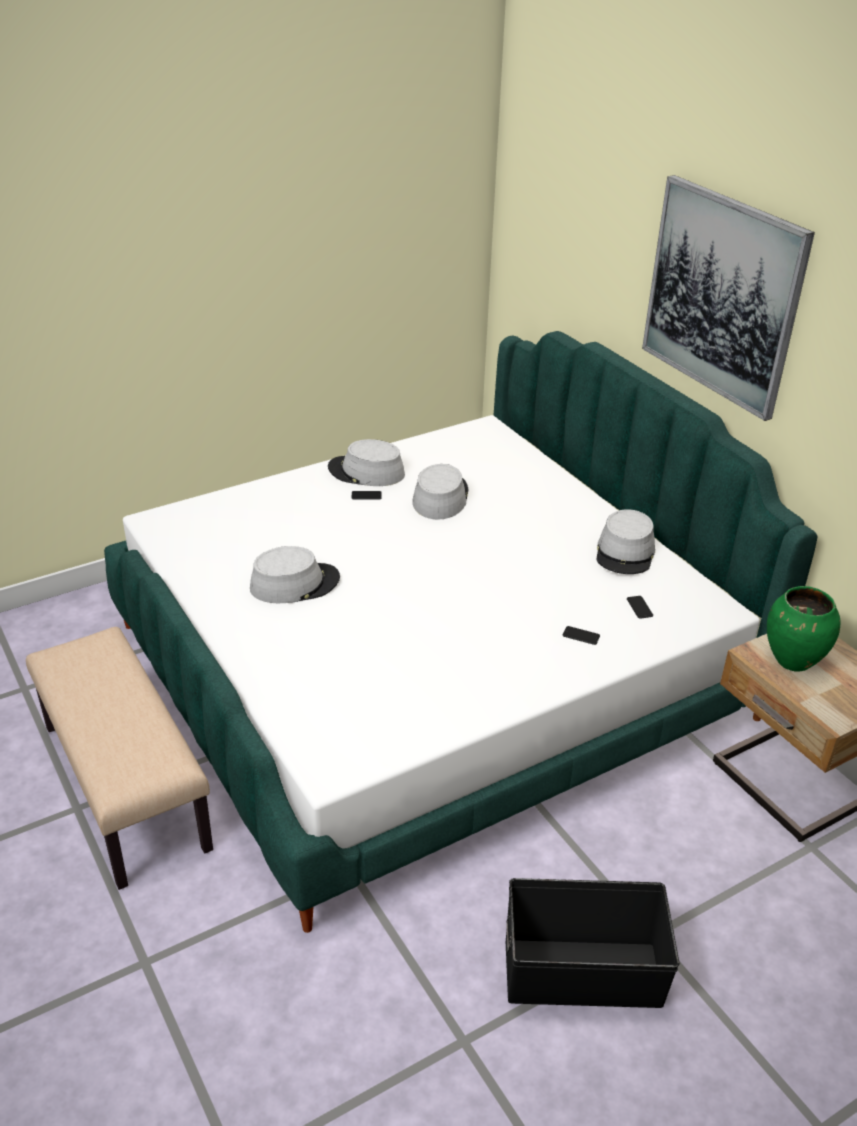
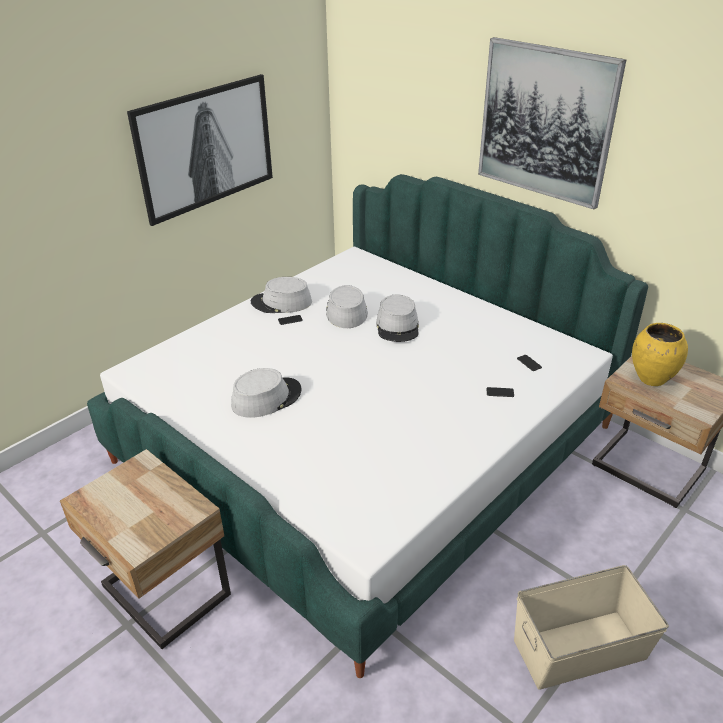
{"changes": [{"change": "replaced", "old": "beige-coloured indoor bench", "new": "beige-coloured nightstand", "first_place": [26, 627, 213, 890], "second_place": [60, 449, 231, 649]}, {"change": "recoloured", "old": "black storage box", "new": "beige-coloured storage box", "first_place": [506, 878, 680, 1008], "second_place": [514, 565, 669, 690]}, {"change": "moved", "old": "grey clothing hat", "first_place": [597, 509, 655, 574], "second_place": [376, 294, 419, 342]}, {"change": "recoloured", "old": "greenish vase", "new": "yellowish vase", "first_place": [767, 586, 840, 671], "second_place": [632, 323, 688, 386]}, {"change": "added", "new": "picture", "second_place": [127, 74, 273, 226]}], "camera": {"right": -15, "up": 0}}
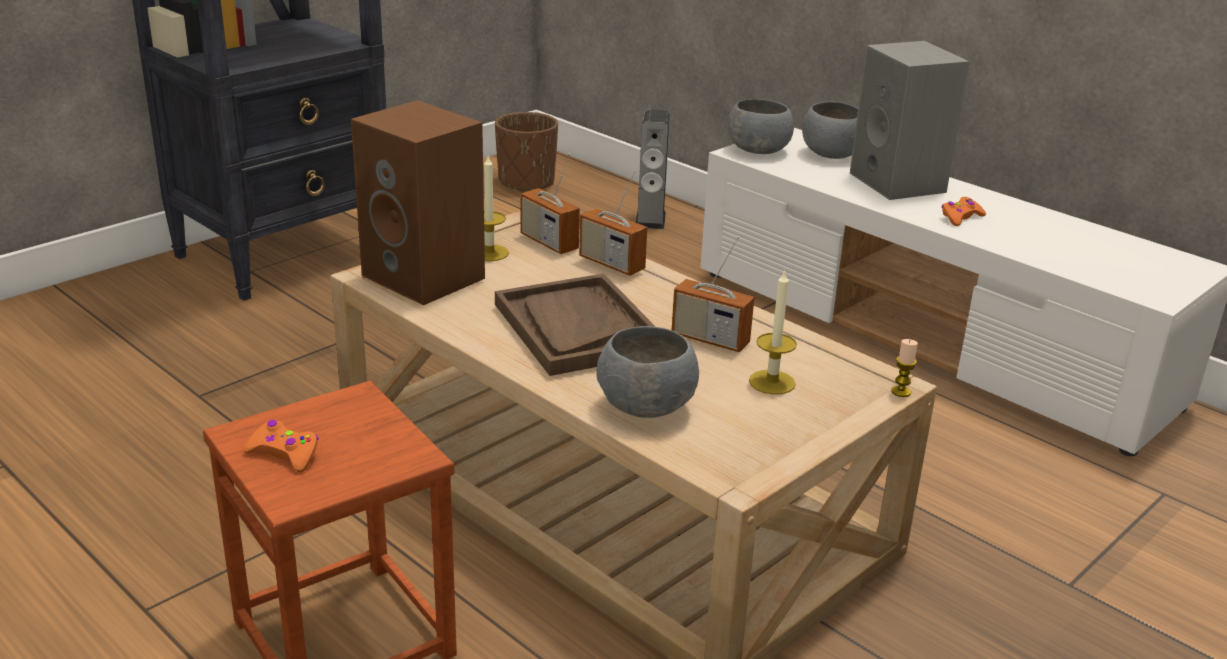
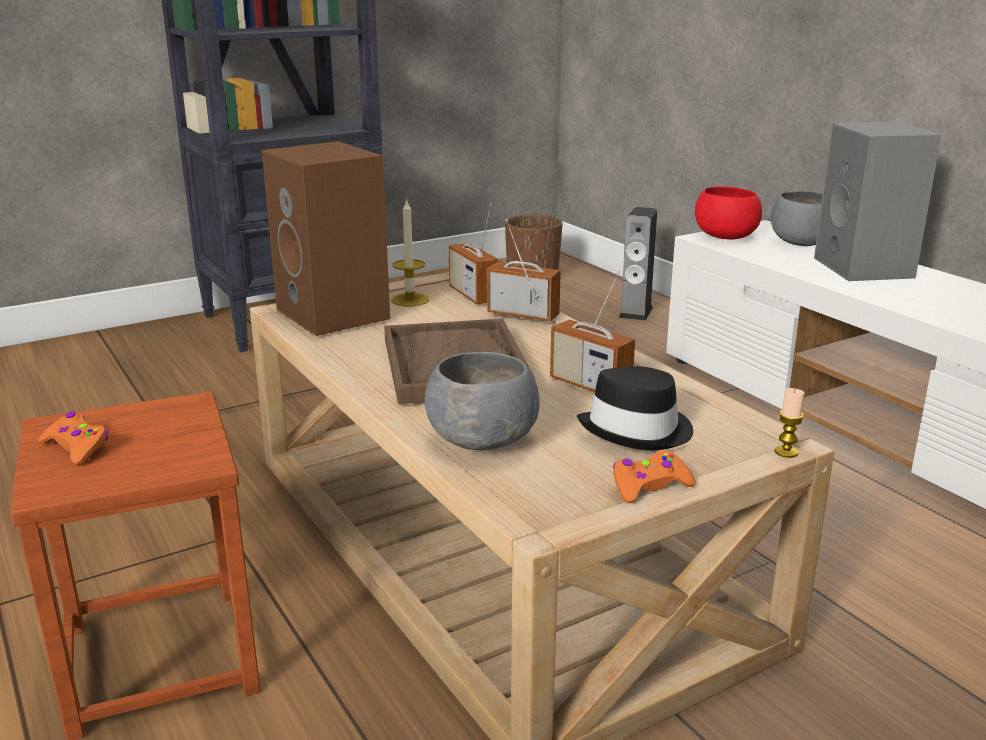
{"changes": [{"change": "turned", "old": "radio set", "first_place": [579, 171, 647, 276], "second_place": [487, 219, 561, 322], "degrees": 150}, {"change": "recoloured", "old": "grey serving bowl", "new": "red serving bowl", "first_place": [728, 99, 794, 154], "second_place": [695, 187, 762, 240]}, {"change": "replaced", "old": "candle", "new": "black clothing hat", "first_place": [749, 270, 797, 395], "second_place": [577, 366, 693, 450]}, {"change": "moved", "old": "orange gamepad", "first_place": [942, 197, 986, 226], "second_place": [612, 450, 696, 503]}], "camera": {"right": 15, "up": -5}}
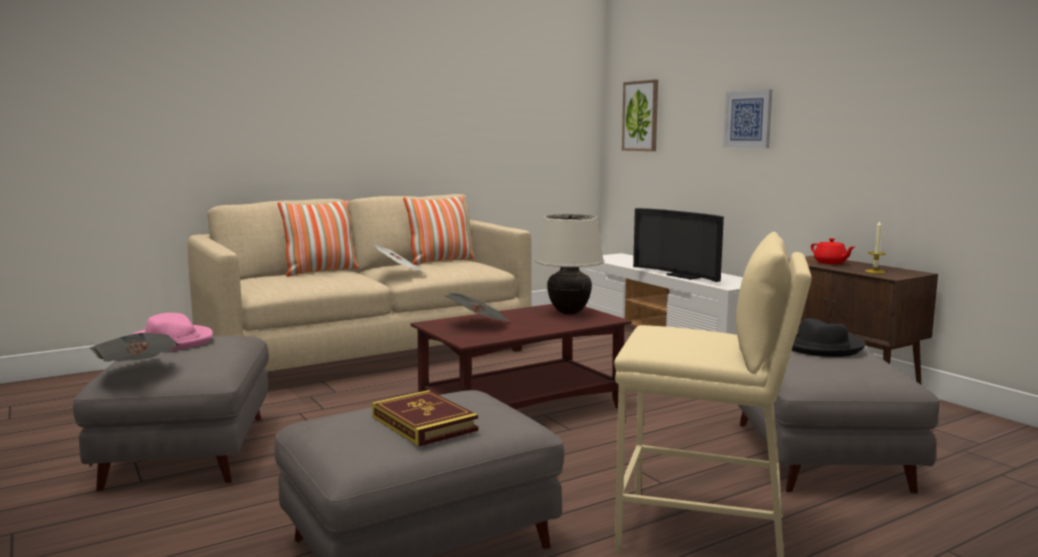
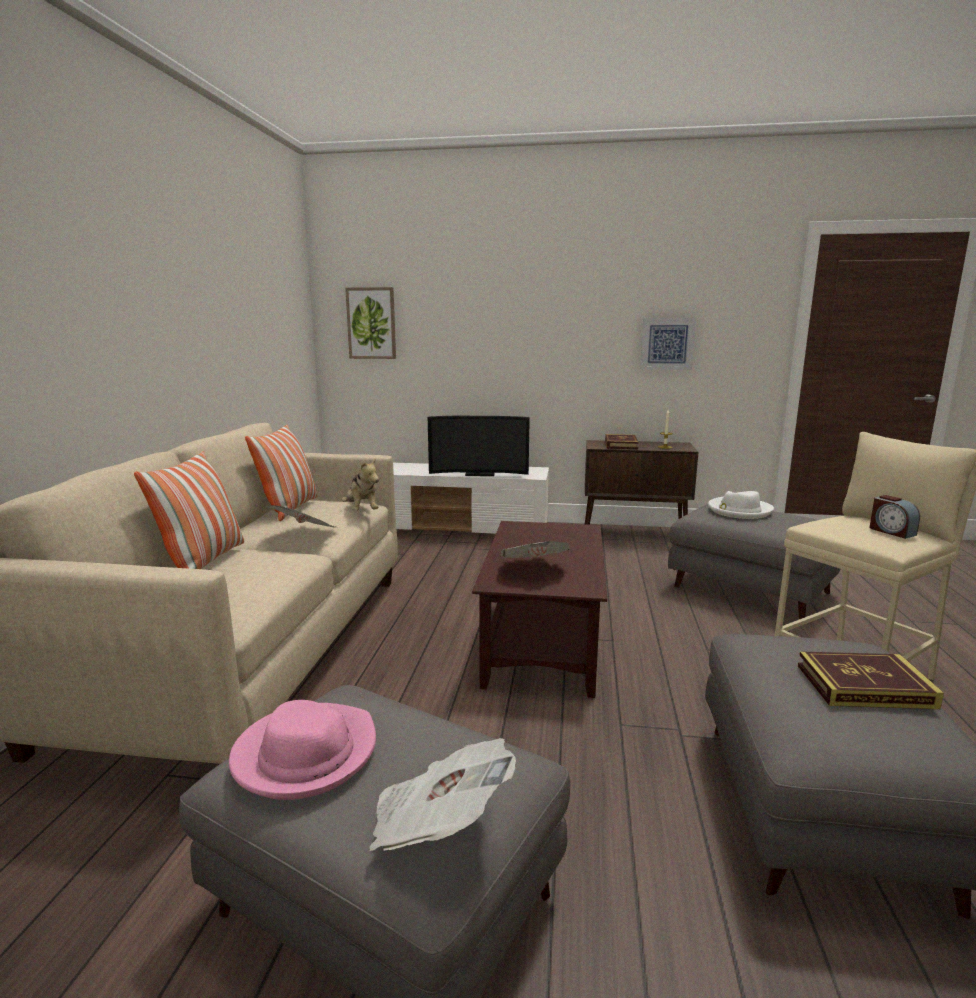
{"changes": [{"change": "removed", "old": "beige-coloured tabletop lamp", "first_place": [536, 214, 604, 315]}, {"change": "moved", "old": "picture", "first_place": [723, 89, 772, 148], "second_place": [640, 318, 696, 370]}, {"change": "recoloured", "old": "black clothing hat", "new": "white-coloured clothing hat", "first_place": [792, 318, 866, 357], "second_place": [708, 491, 774, 519]}, {"change": "replaced", "old": "red tea pot", "new": "bound book", "first_place": [811, 238, 855, 264], "second_place": [605, 434, 638, 449]}, {"change": "added", "new": "soft toy", "second_place": [341, 458, 379, 510]}, {"change": "added", "new": "table clock", "second_place": [869, 495, 920, 539]}], "camera": {"right": -50, "up": 5}}
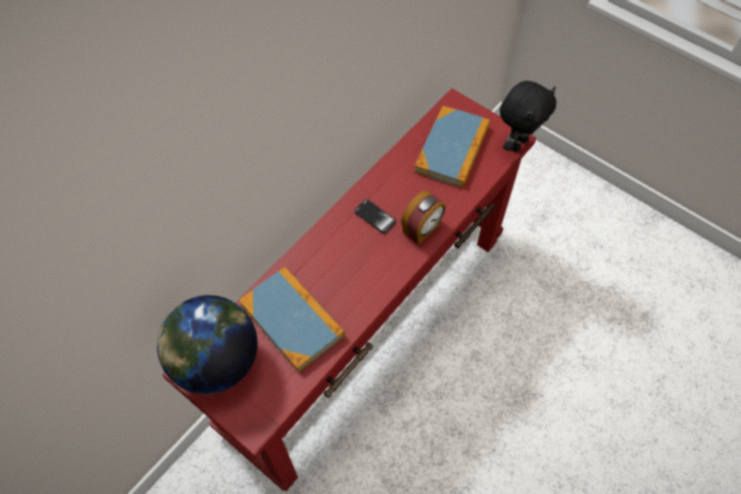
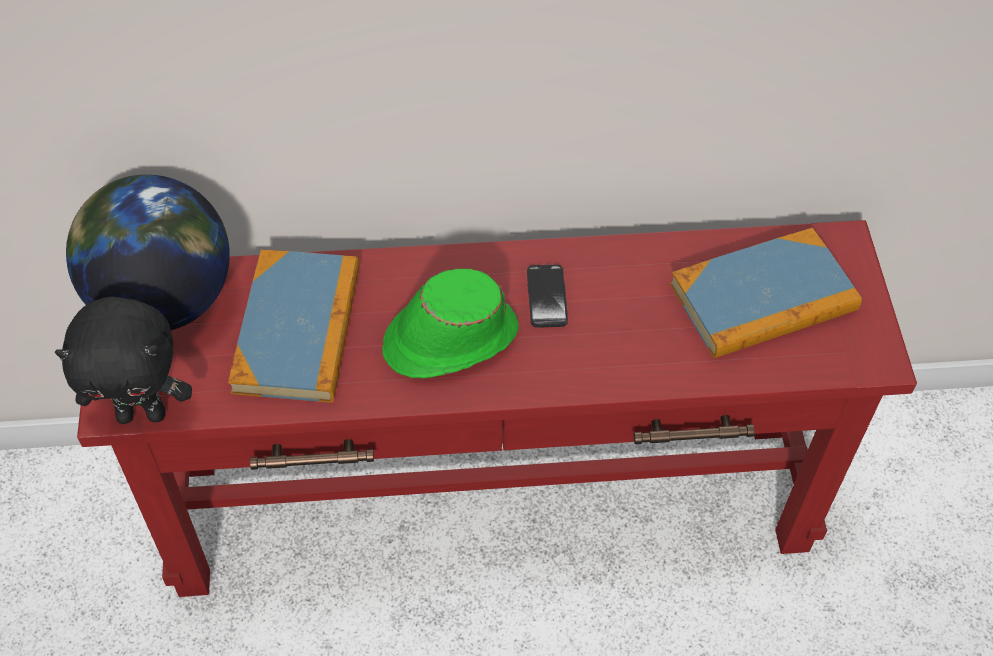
{"changes": [{"change": "removed", "old": "table clock", "first_place": [401, 190, 446, 245]}, {"change": "moved", "old": "black soft toy", "first_place": [500, 81, 557, 152], "second_place": [55, 296, 192, 424]}, {"change": "added", "new": "greenish clothing hat", "second_place": [382, 269, 519, 378]}], "camera": {"right": 45, "up": -5}}
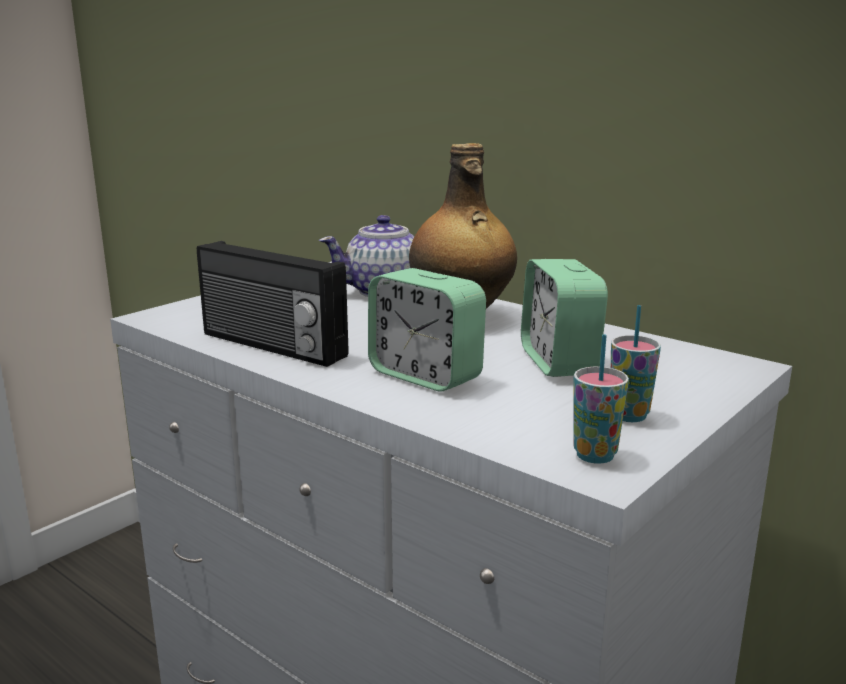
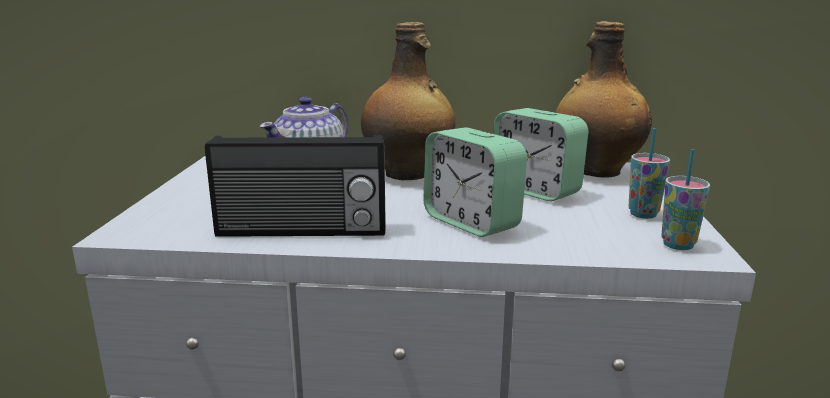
{"changes": [{"change": "turned", "old": "table clock", "first_place": [368, 268, 486, 392], "second_place": [423, 127, 527, 237], "degrees": 45}, {"change": "added", "new": "drink bottle", "second_place": [555, 21, 652, 178]}], "camera": {"right": -35, "up": 0}}
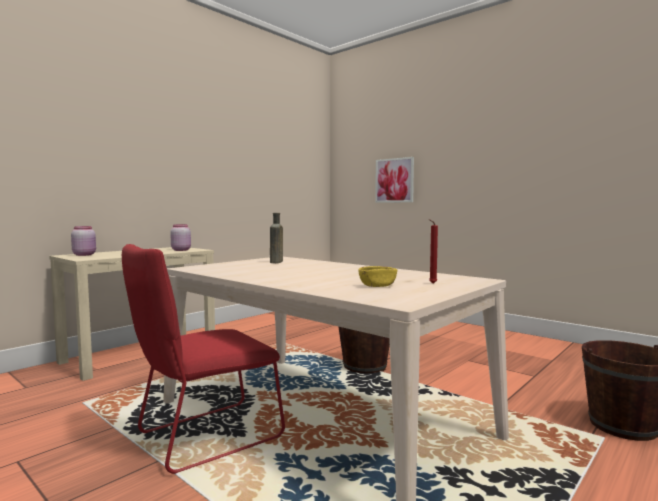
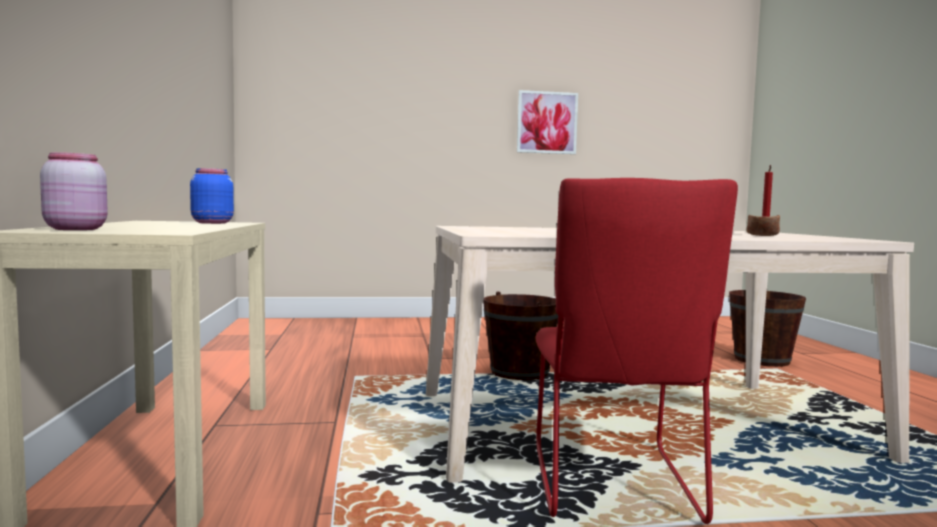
{"changes": [{"change": "recoloured", "old": "pink-coloured preserve jar", "new": "blue preserve jar", "first_place": [170, 224, 191, 251], "second_place": [190, 168, 234, 224]}, {"change": "removed", "old": "brown drink bottle", "first_place": [270, 213, 283, 263]}, {"change": "recoloured", "old": "yellowish serving bowl", "new": "brown serving bowl", "first_place": [358, 266, 397, 287], "second_place": [746, 215, 780, 236]}, {"change": "moved", "old": "picture", "first_place": [375, 157, 414, 203], "second_place": [517, 90, 578, 154]}], "camera": {"right": -50, "up": 0}}
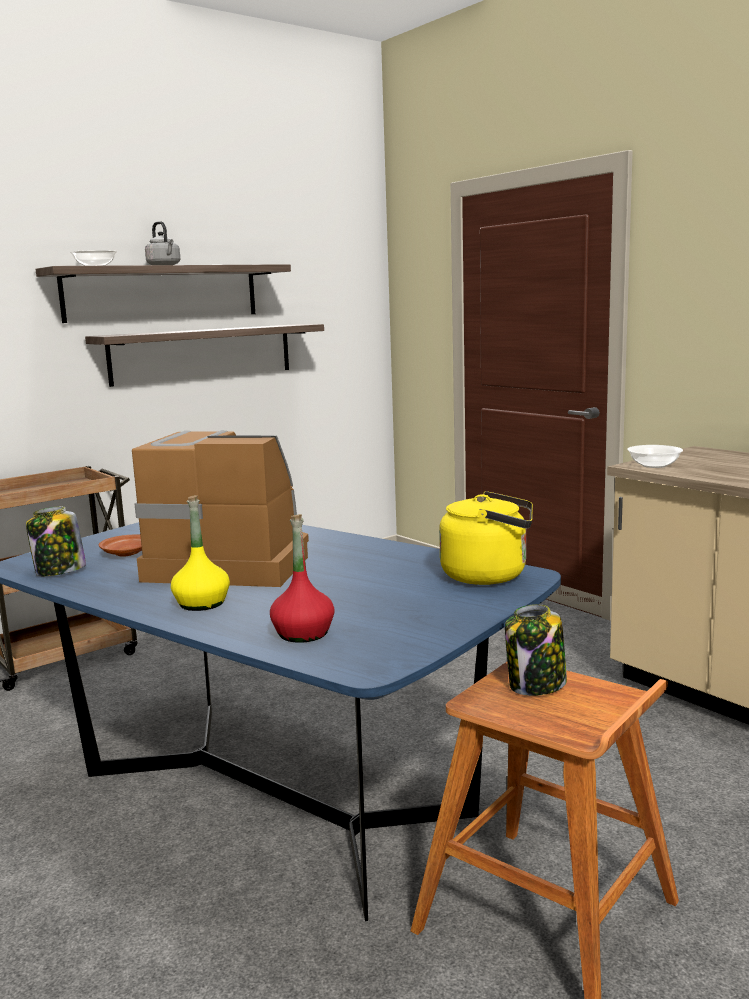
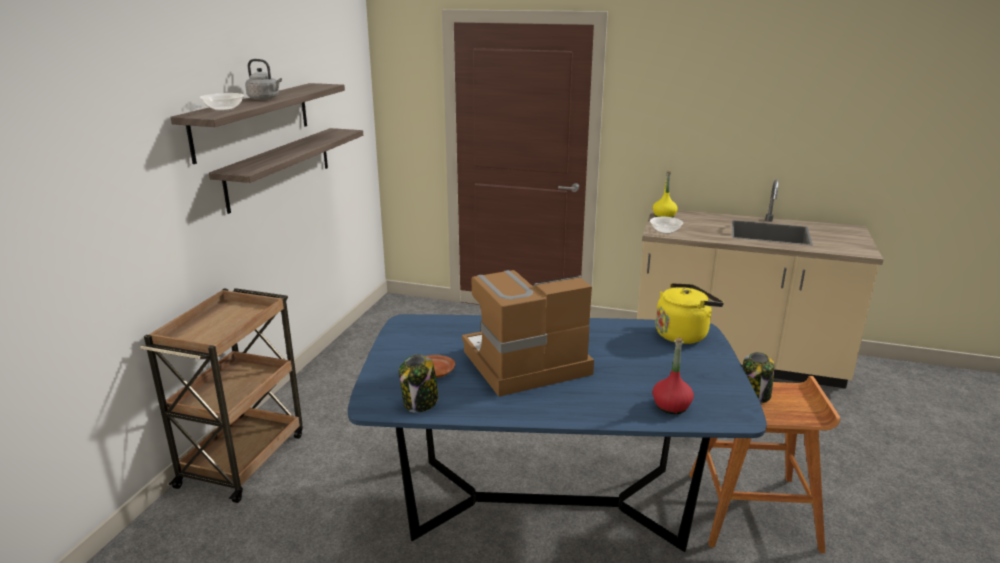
{"changes": [{"change": "moved", "old": "yellowish drink bottle", "first_place": [171, 495, 230, 611], "second_place": [653, 171, 678, 217]}], "camera": {"right": -35, "up": 10}}
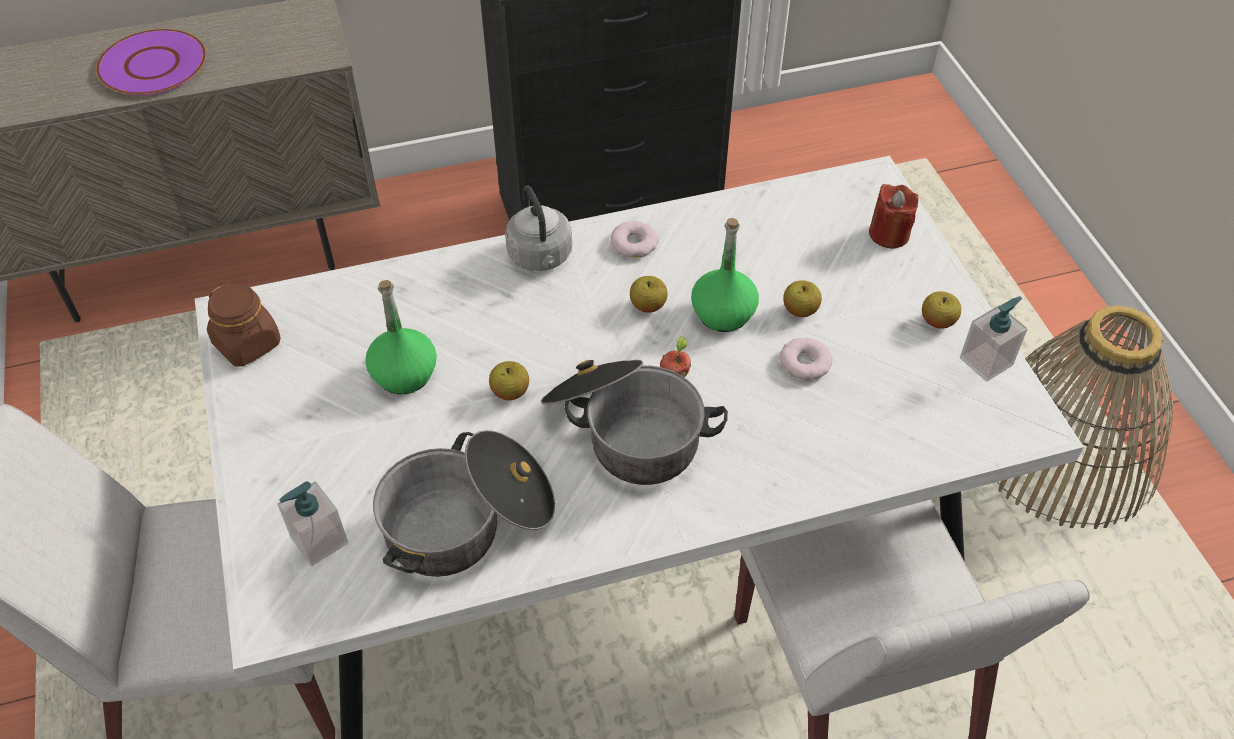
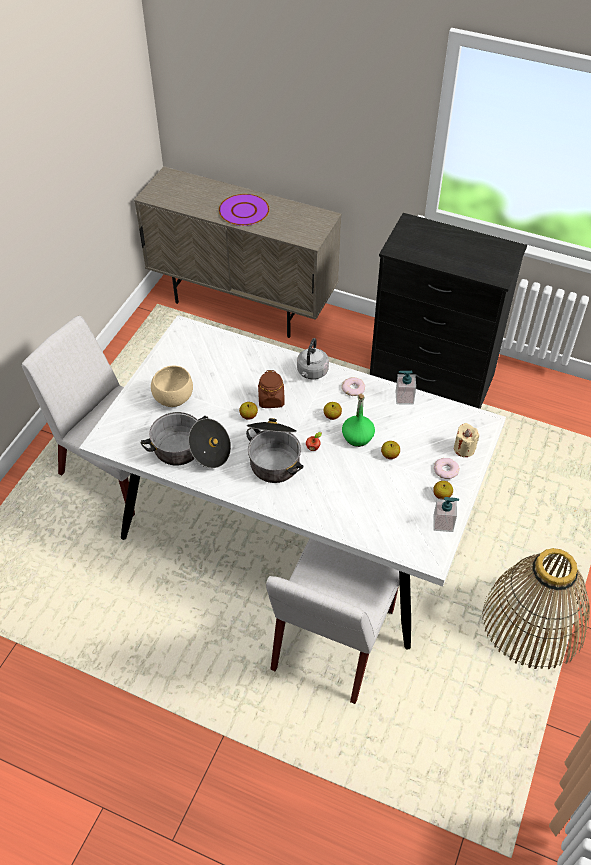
{"changes": [{"change": "moved", "old": "brown preserve jar", "first_place": [207, 282, 281, 367], "second_place": [258, 370, 285, 408]}, {"change": "moved", "old": "soap dispenser", "first_place": [278, 481, 348, 566], "second_place": [396, 371, 416, 405]}, {"change": "removed", "old": "greenish drink bottle", "first_place": [365, 280, 437, 394]}, {"change": "moved", "old": "donut", "first_place": [779, 338, 833, 380], "second_place": [434, 458, 460, 479]}, {"change": "recoloured", "old": "red candle", "new": "beige-coloured candle", "first_place": [869, 184, 918, 249], "second_place": [454, 423, 479, 457]}, {"change": "added", "new": "beige-coloured serving bowl", "second_place": [151, 365, 193, 407]}], "camera": {"right": 40, "up": 0}}
